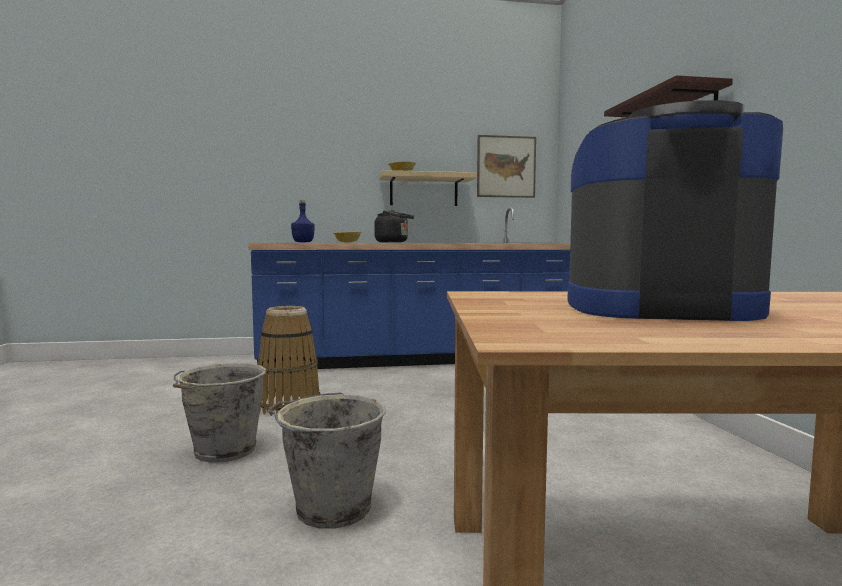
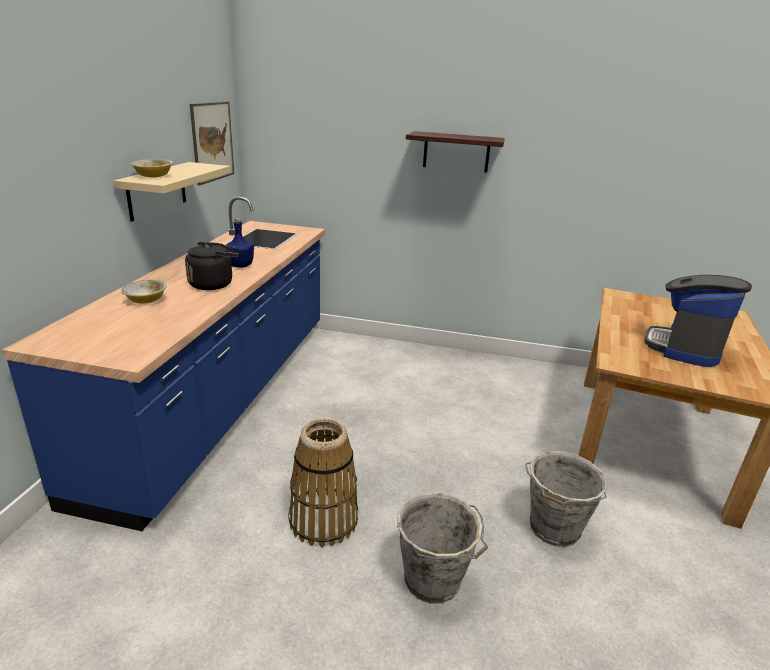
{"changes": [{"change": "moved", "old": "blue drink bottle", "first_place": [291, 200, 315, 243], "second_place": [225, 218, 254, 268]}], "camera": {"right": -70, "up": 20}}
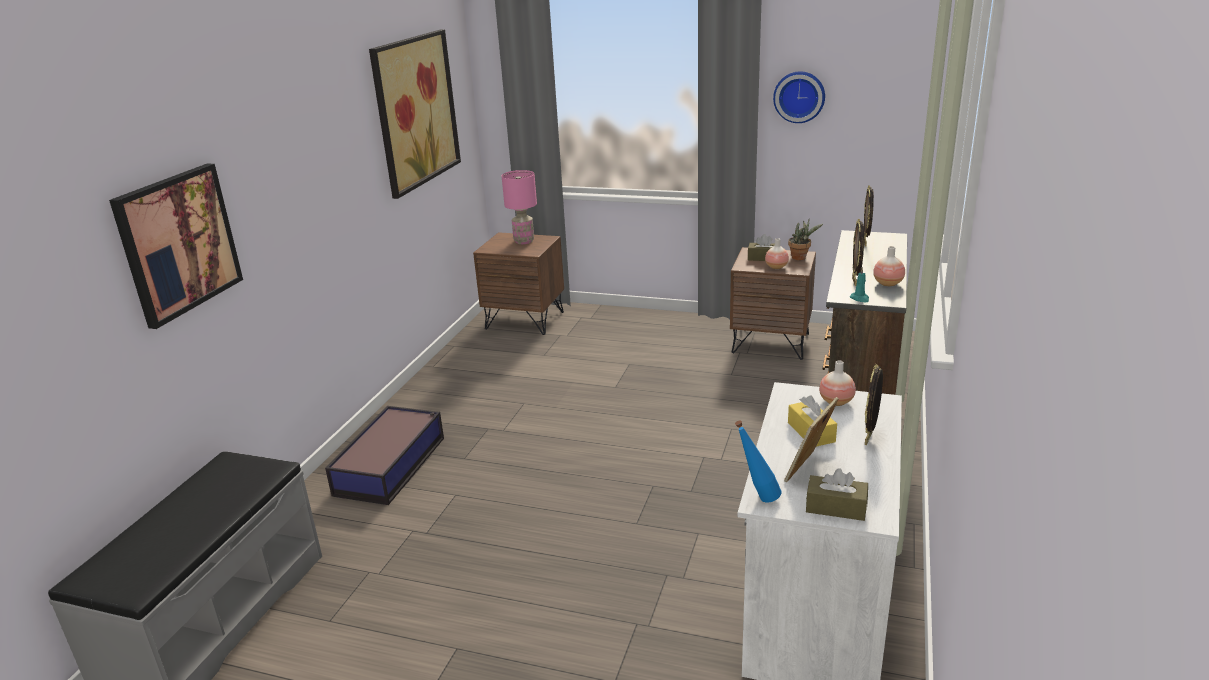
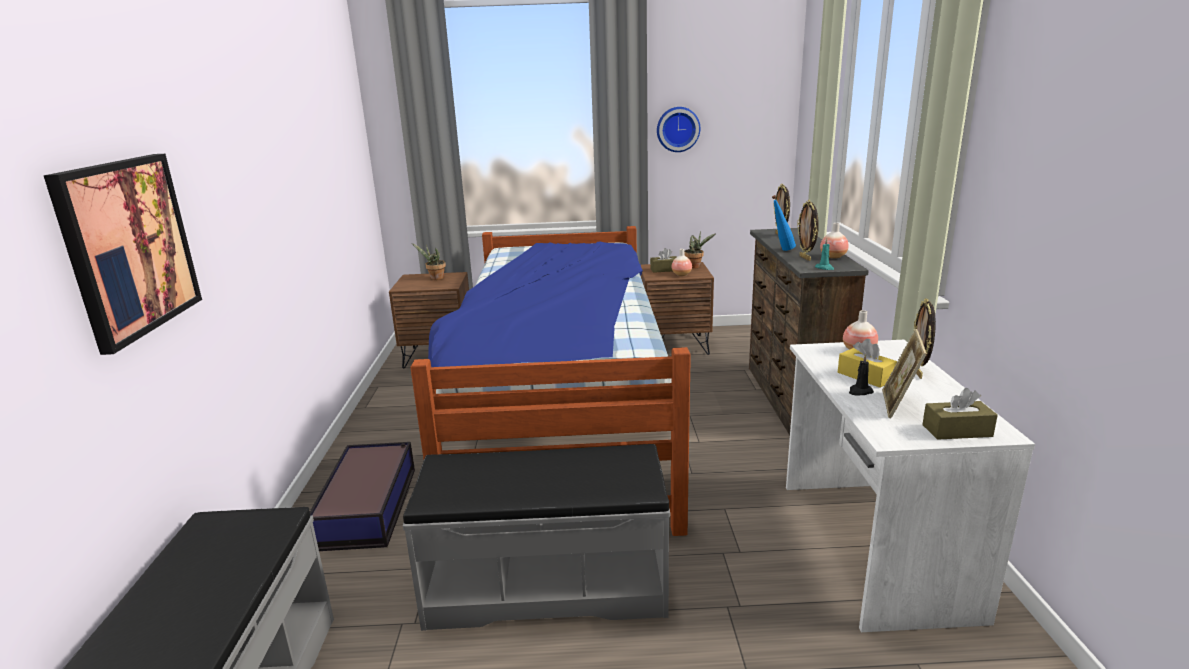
{"changes": [{"change": "removed", "old": "picture", "first_place": [369, 29, 461, 199]}, {"change": "replaced", "old": "pink-coloured tabletop lamp", "new": "plant in a pot", "first_place": [502, 170, 537, 244], "second_place": [412, 243, 446, 280]}, {"change": "moved", "old": "blue drink bottle", "first_place": [735, 420, 782, 503], "second_place": [772, 195, 796, 251]}, {"change": "added", "new": "grey indoor bench", "second_place": [403, 444, 670, 631]}, {"change": "added", "new": "bedroom bed", "second_place": [410, 226, 691, 536]}, {"change": "added", "new": "black candle", "second_place": [849, 354, 874, 395]}], "camera": {"right": -20, "up": -5}}
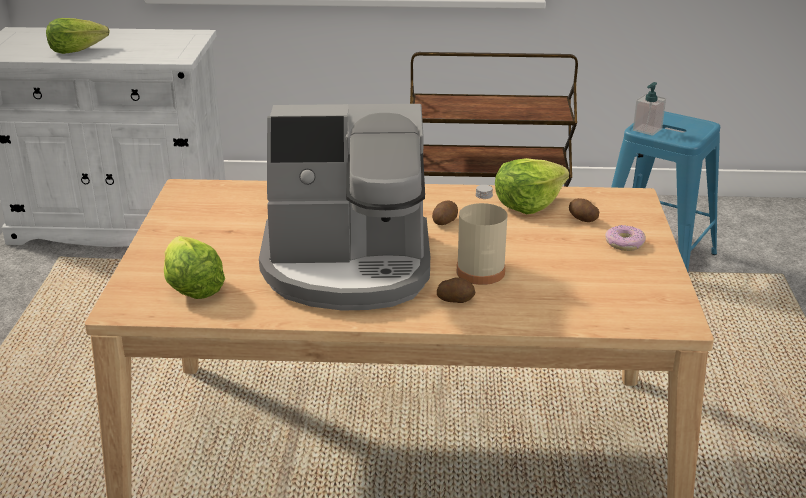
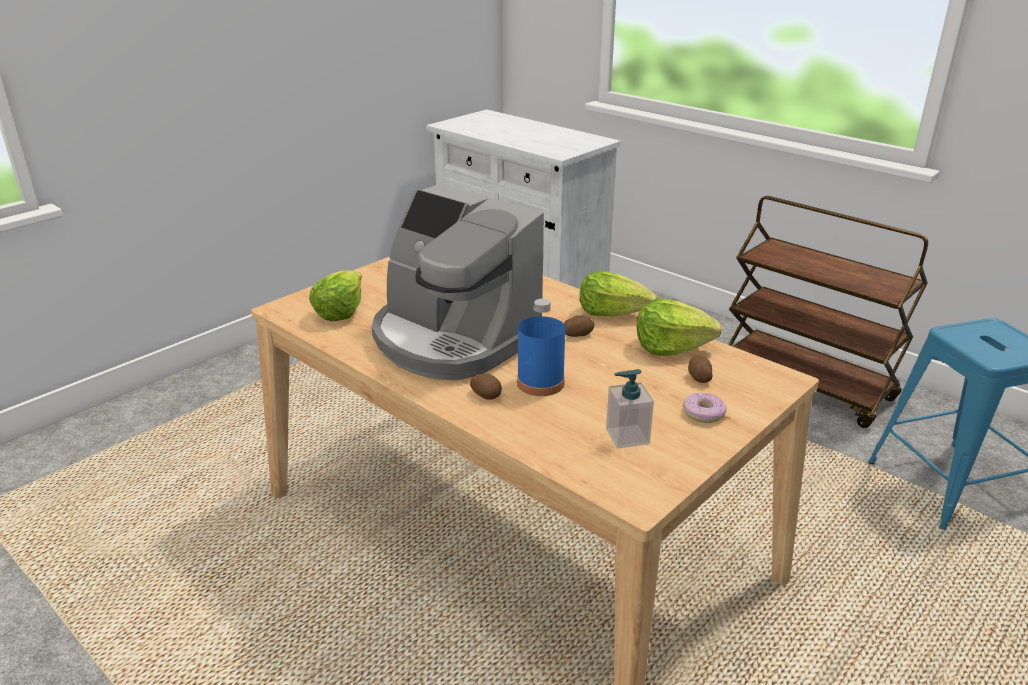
{"changes": [{"change": "moved", "old": "lettuce", "first_place": [46, 18, 110, 54], "second_place": [580, 271, 658, 317]}, {"change": "recoloured", "old": "beige-coloured drink bottle", "new": "blue drink bottle", "first_place": [456, 185, 507, 285], "second_place": [517, 299, 565, 396]}, {"change": "moved", "old": "soap dispenser", "first_place": [633, 82, 666, 136], "second_place": [606, 369, 654, 449]}], "camera": {"right": 40, "up": 0}}
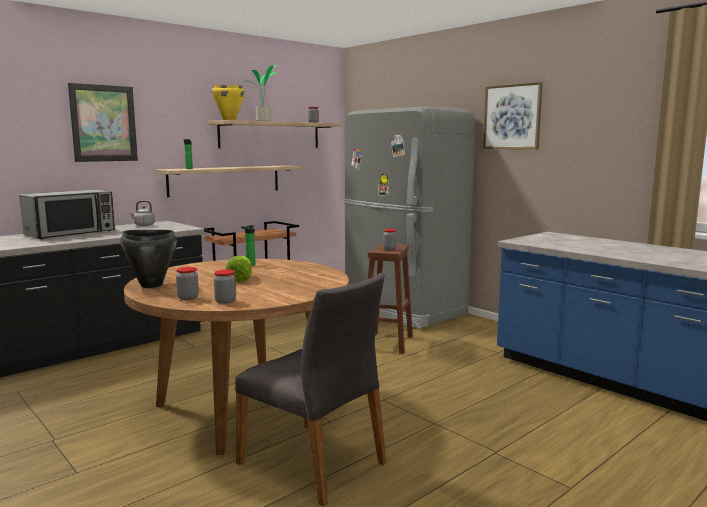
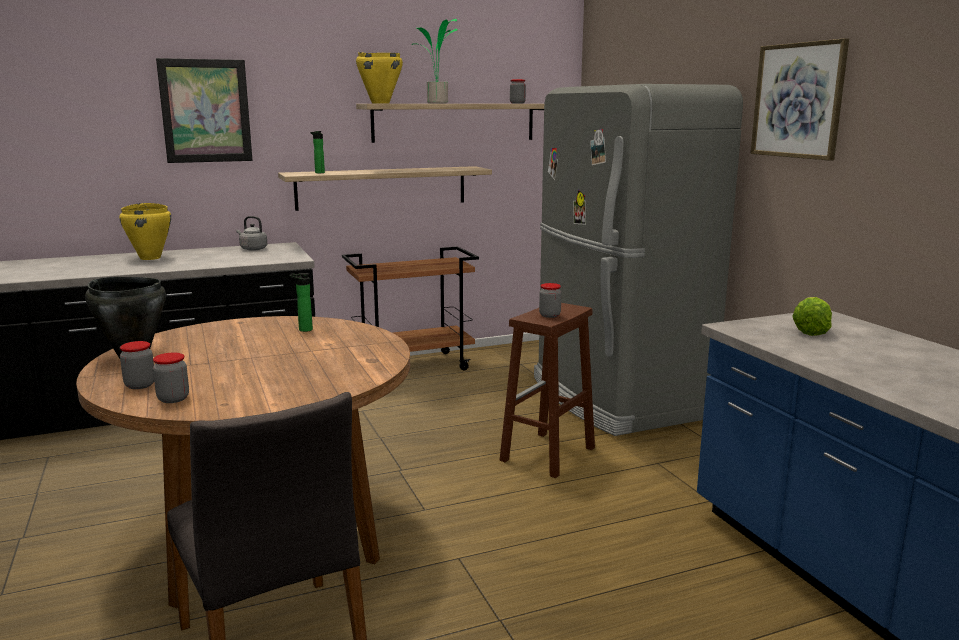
{"changes": [{"change": "replaced", "old": "microwave oven", "new": "yellowish cooking pot", "first_place": [19, 190, 115, 239], "second_place": [119, 203, 171, 260]}, {"change": "moved", "old": "lettuce", "first_place": [226, 256, 252, 282], "second_place": [792, 297, 832, 336]}], "camera": {"right": 20, "up": 5}}
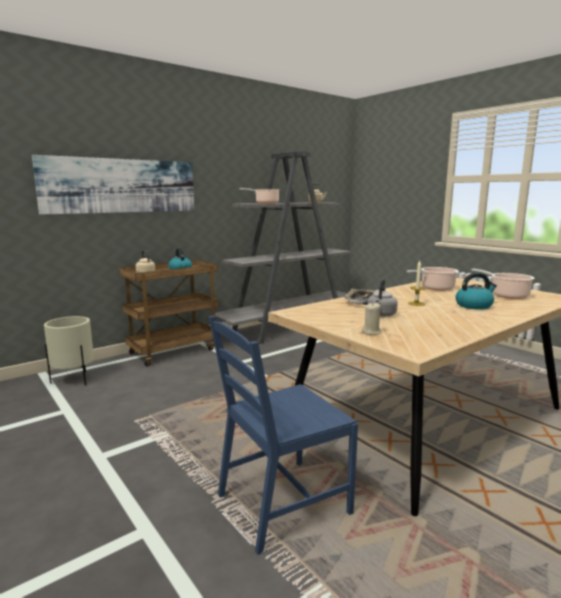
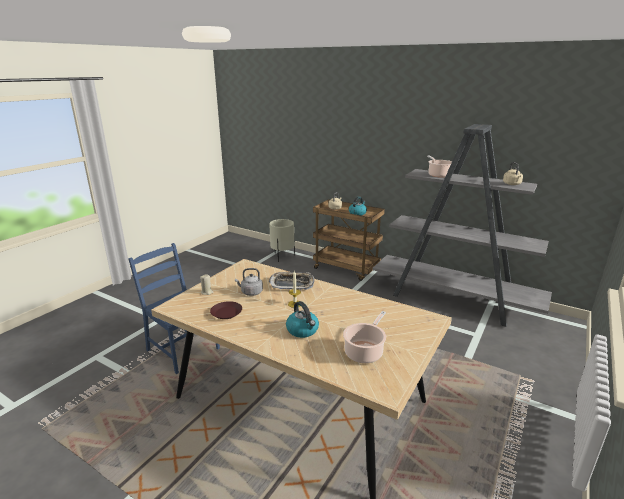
{"changes": [{"change": "removed", "old": "picture", "first_place": [32, 155, 194, 215]}, {"change": "removed", "old": "cooking pot", "first_place": [407, 267, 458, 291]}, {"change": "added", "new": "brown plate", "second_place": [210, 301, 242, 319]}], "camera": {"right": 70, "up": 10}}
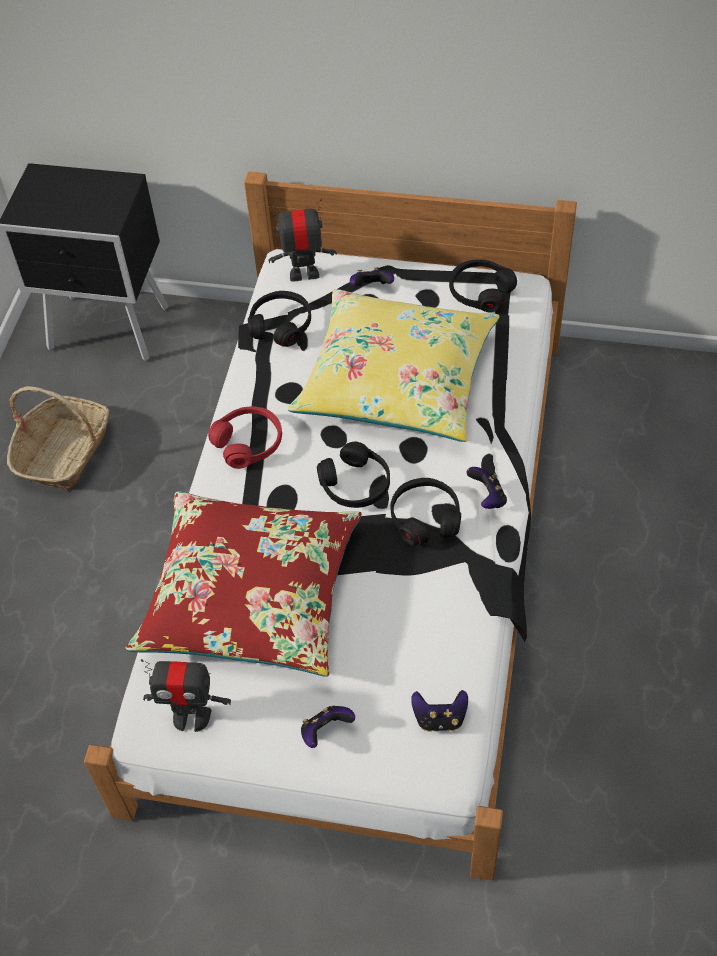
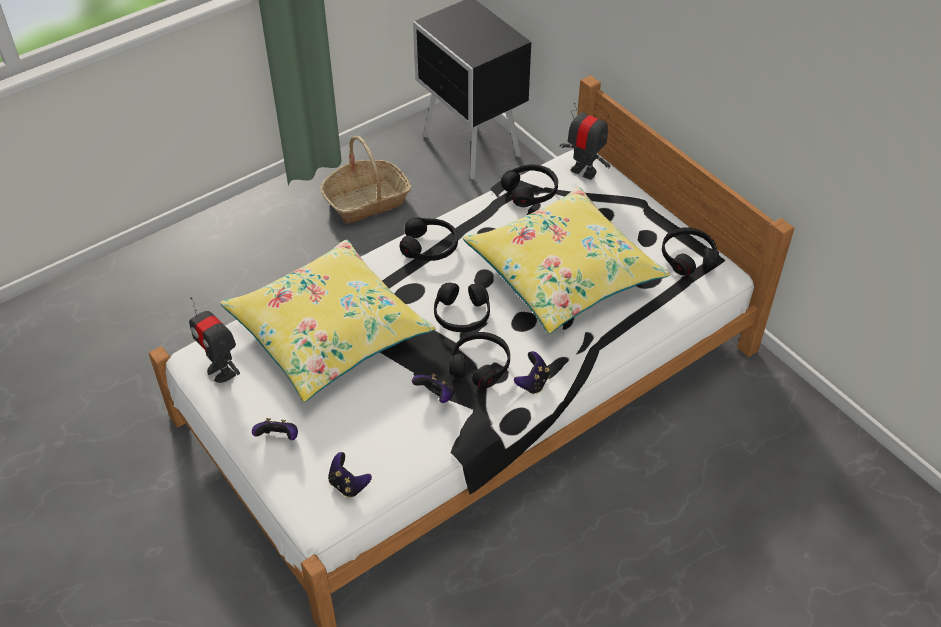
{"changes": [{"change": "recoloured", "old": "red cushion", "new": "yellowish cushion", "first_place": [125, 492, 362, 677], "second_place": [220, 240, 436, 402]}, {"change": "recoloured", "old": "red pair of headphones", "new": "black pair of headphones", "first_place": [208, 406, 282, 469], "second_place": [400, 217, 458, 261]}, {"change": "moved", "old": "gamepad", "first_place": [350, 267, 394, 286], "second_place": [412, 373, 455, 403]}], "camera": {"right": 40, "up": -5}}
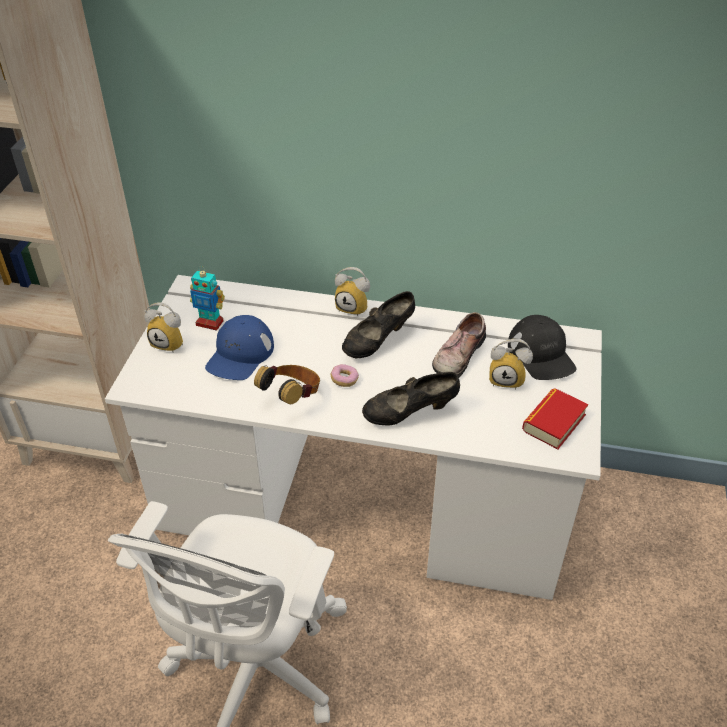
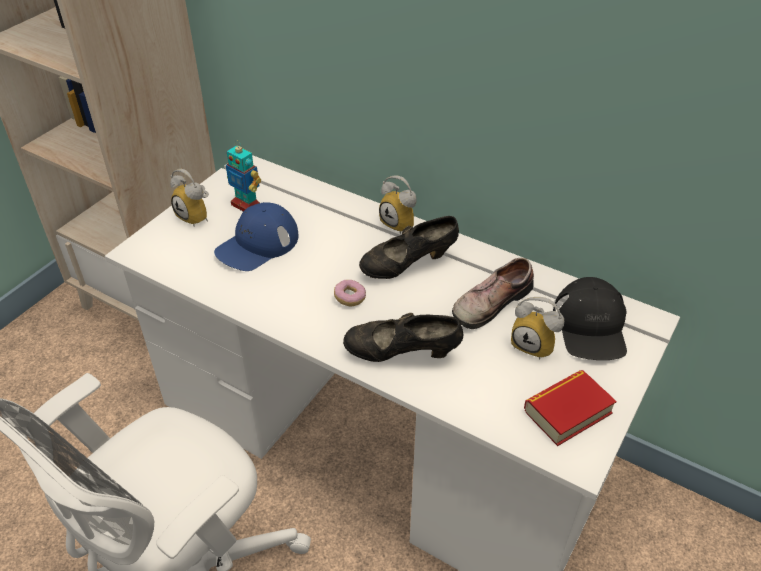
{"changes": [{"change": "removed", "old": "pair of headphones", "first_place": [254, 365, 320, 404]}], "camera": {"right": 20, "up": 0}}
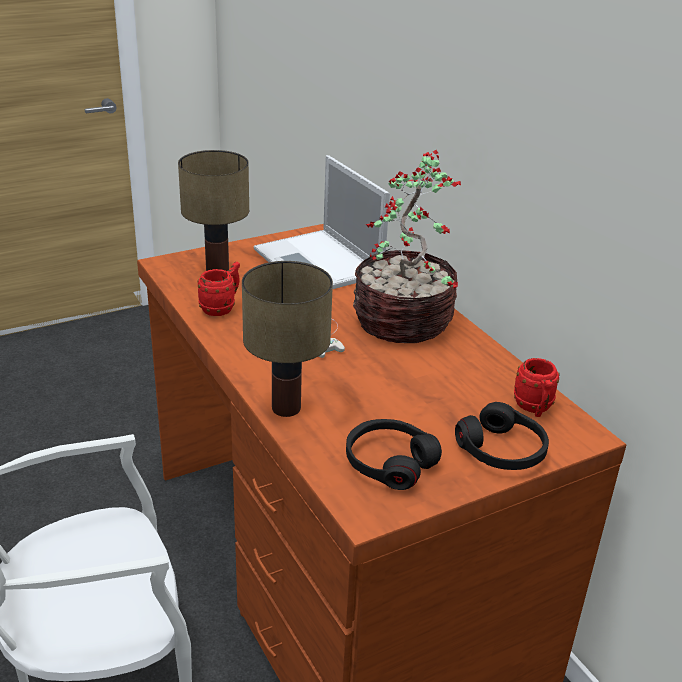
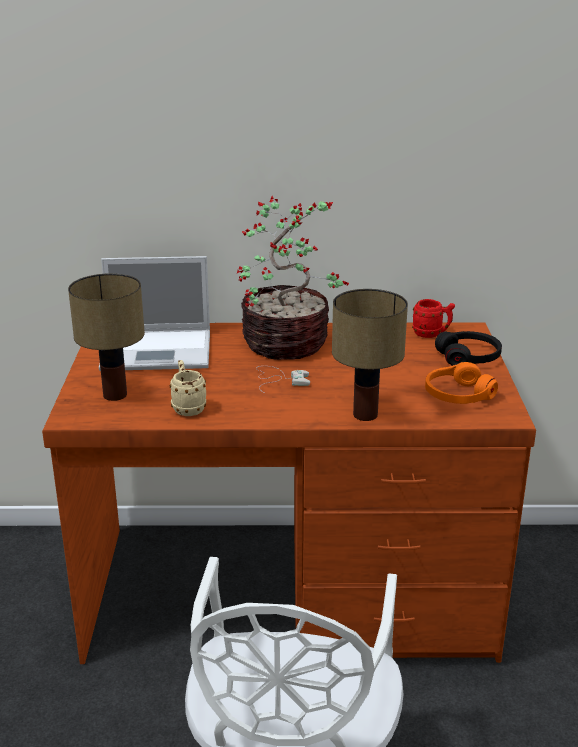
{"changes": [{"change": "recoloured", "old": "red mug", "new": "beige-coloured mug", "first_place": [197, 262, 240, 316], "second_place": [170, 360, 206, 416]}, {"change": "recoloured", "old": "black pair of headphones", "new": "orange pair of headphones", "first_place": [346, 419, 442, 490], "second_place": [425, 362, 498, 404]}], "camera": {"right": -60, "up": -5}}
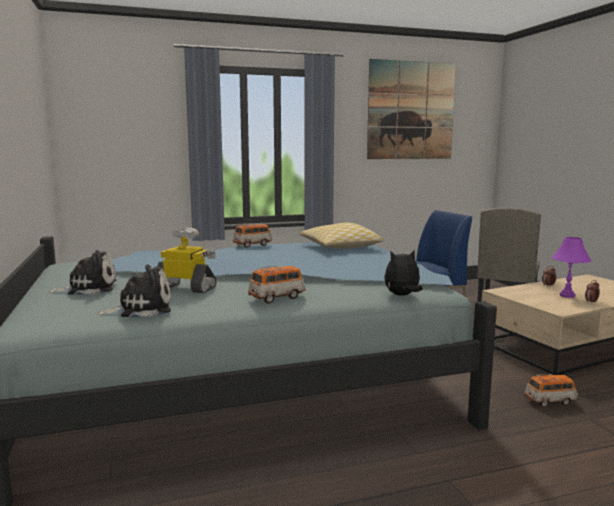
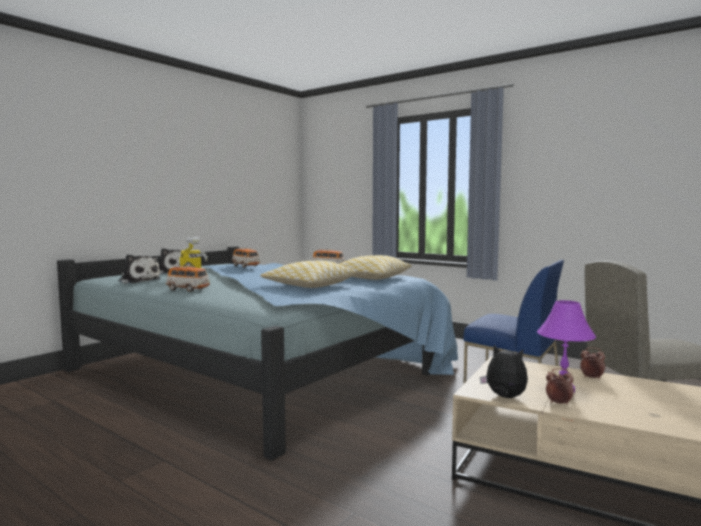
{"changes": [{"change": "removed", "old": "picture", "first_place": [367, 59, 456, 159]}, {"change": "moved", "old": "soft toy", "first_place": [384, 249, 423, 295], "second_place": [480, 345, 528, 398]}, {"change": "moved", "old": "model car", "first_place": [525, 374, 578, 407], "second_place": [232, 248, 260, 268]}, {"change": "added", "new": "cushion", "second_place": [260, 261, 357, 288]}], "camera": {"right": 55, "up": -5}}
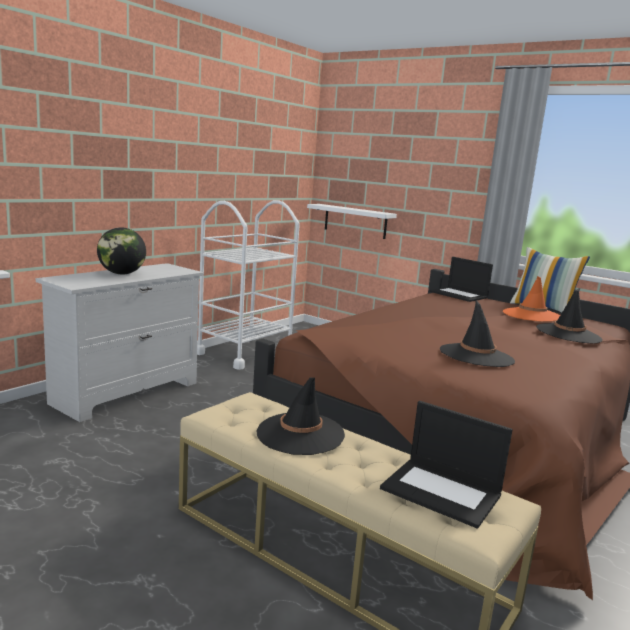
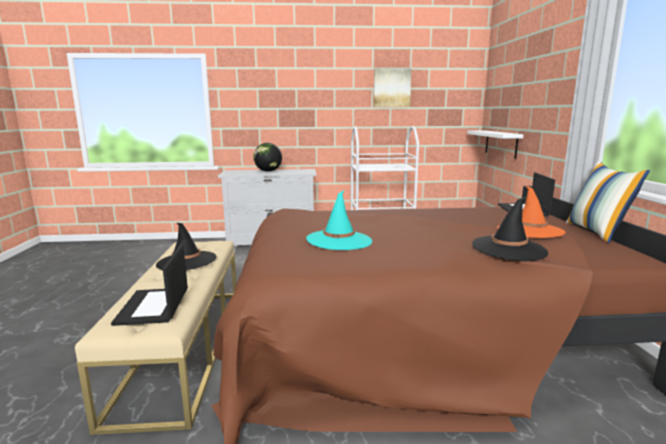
{"changes": [{"change": "recoloured", "old": "black clothing hat", "new": "turquoise clothing hat", "first_place": [440, 300, 515, 367], "second_place": [306, 190, 372, 250]}, {"change": "added", "new": "picture", "second_place": [373, 68, 411, 107]}], "camera": {"right": 50, "up": 0}}
